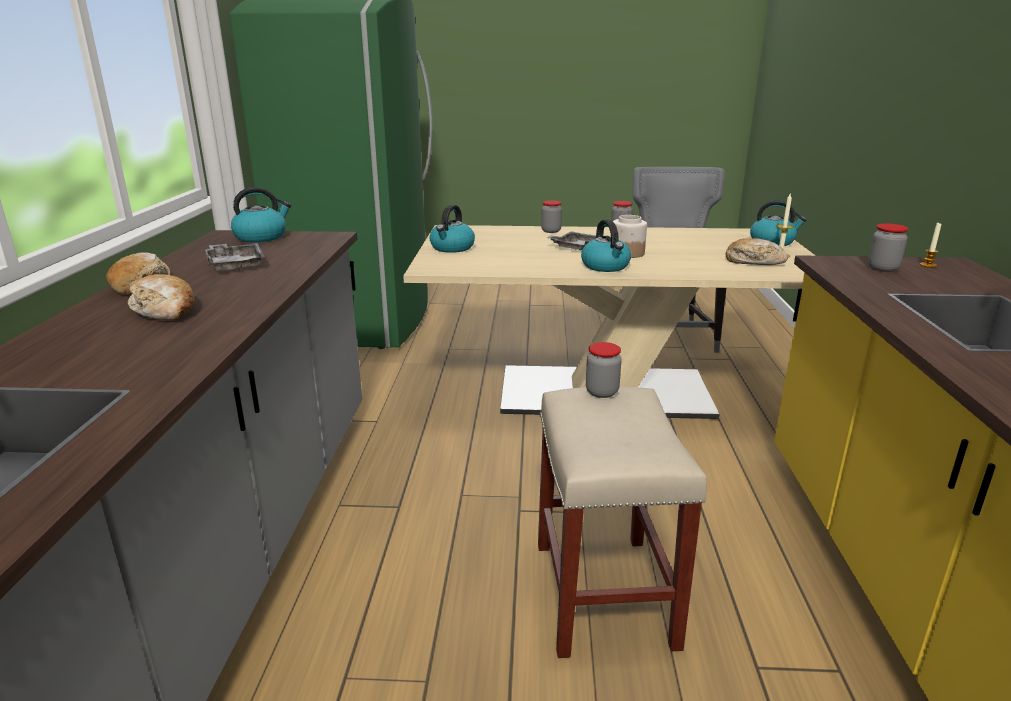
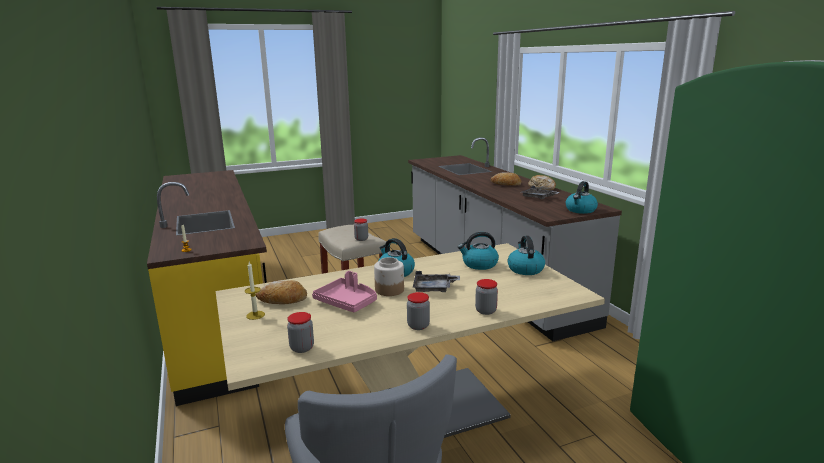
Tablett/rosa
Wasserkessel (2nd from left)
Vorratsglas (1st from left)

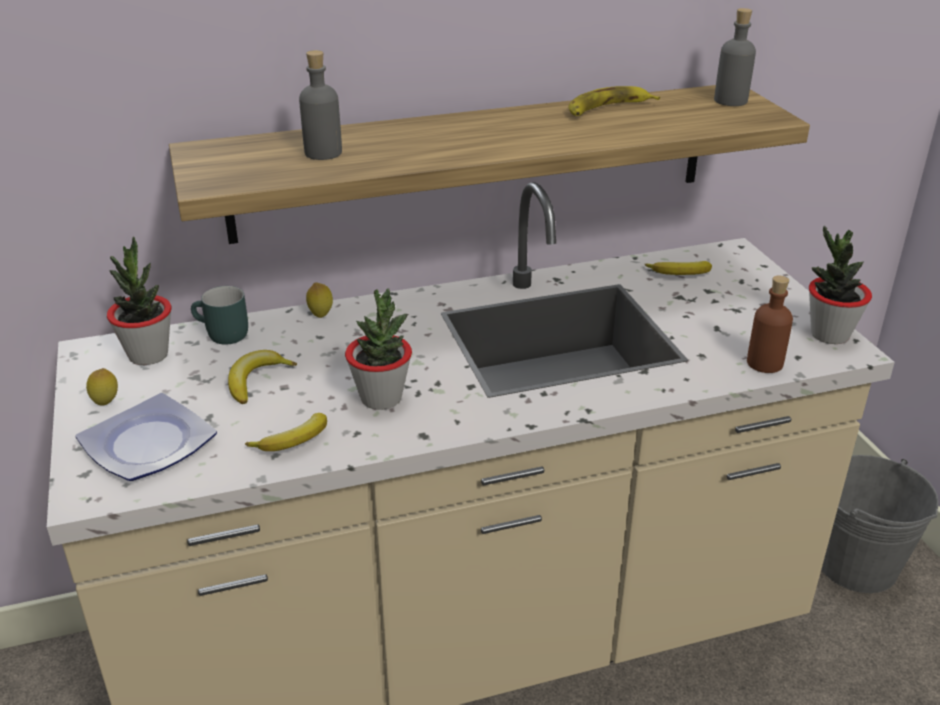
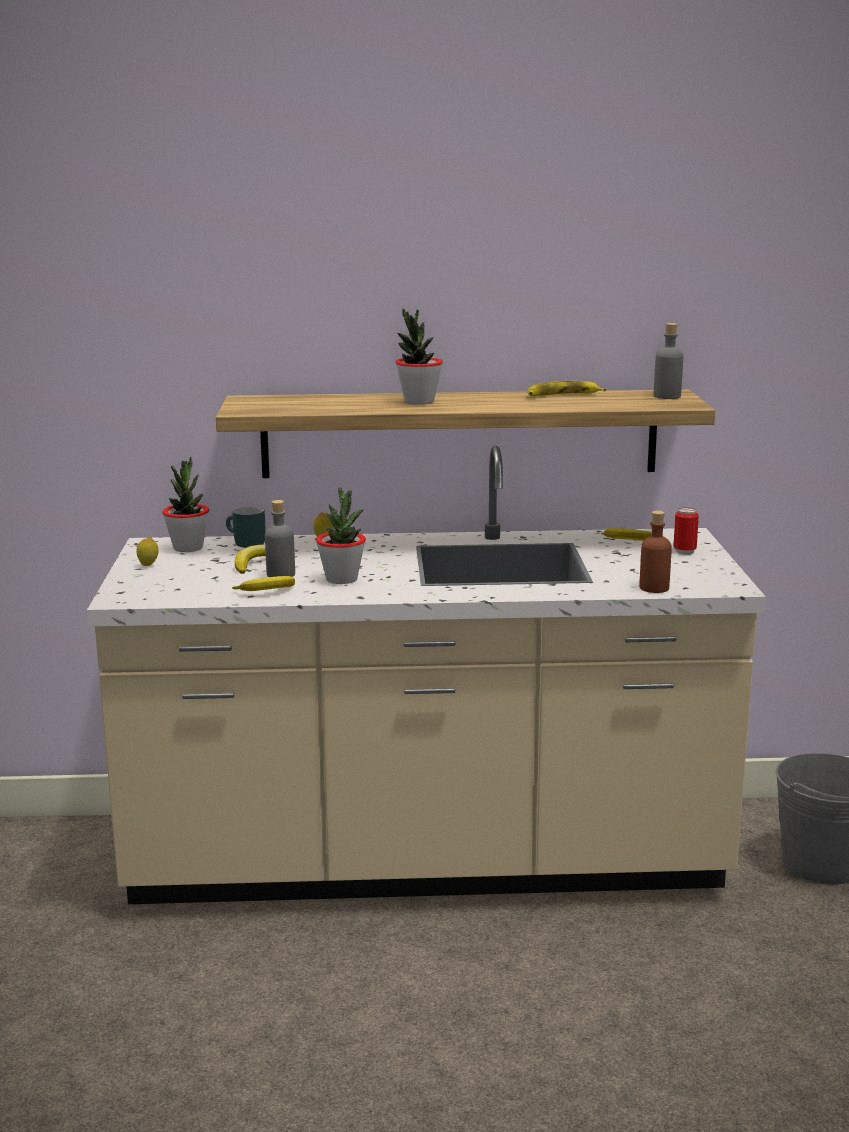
Teller
Dose
Flasche/grau (1st from left)
Topfpflanze (3rd from left)

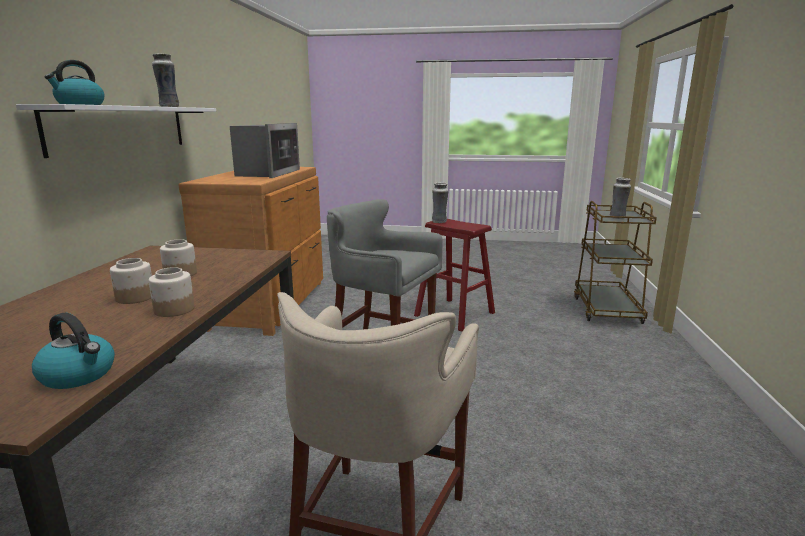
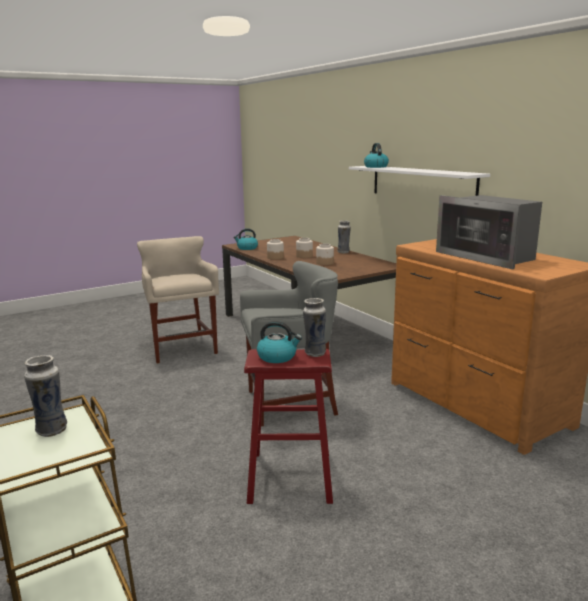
Wasserkessel (2nd from left)
Vase (3rd from left)

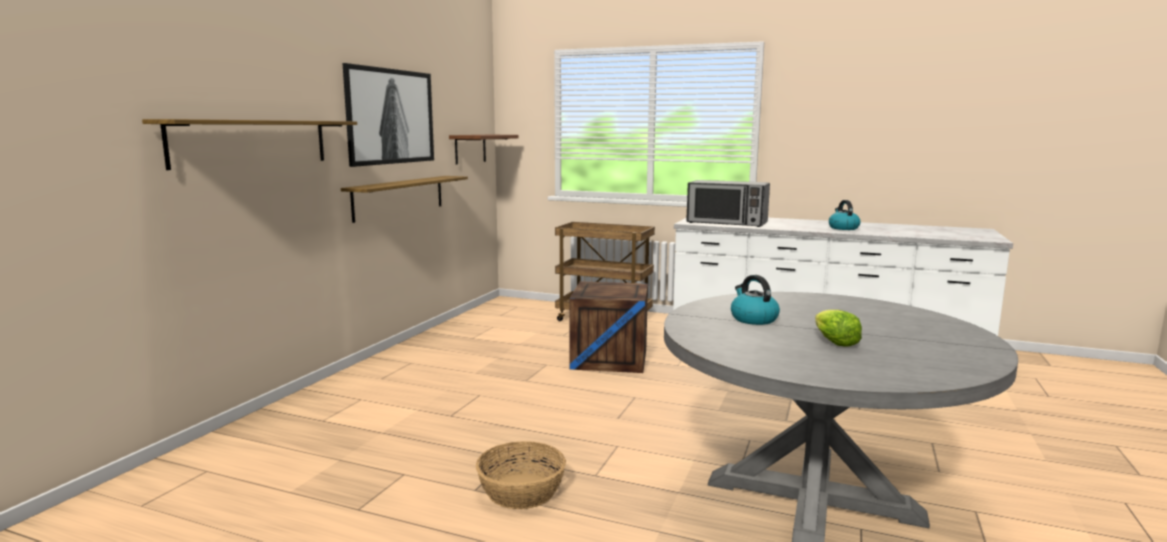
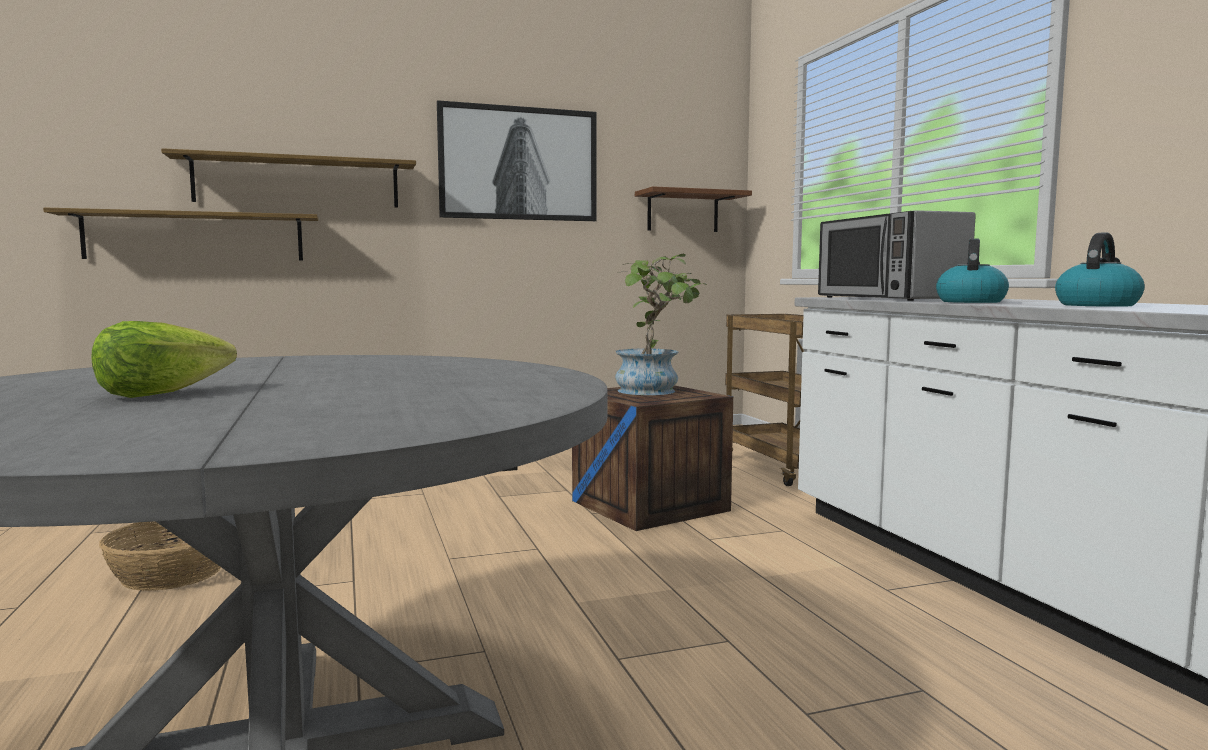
Topfpflanze
Wandregal (1st from left)
Wasserkessel (1st from left)

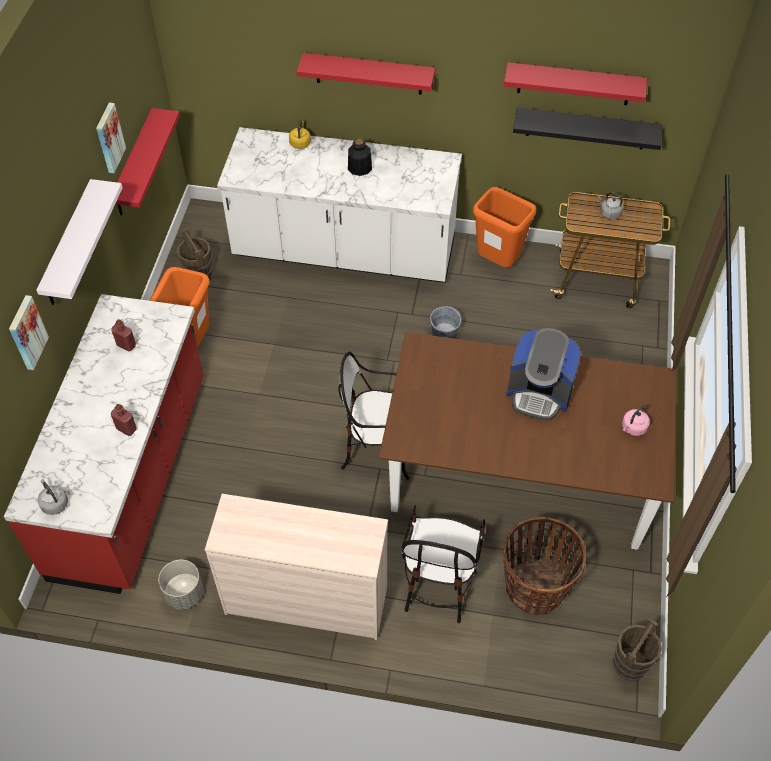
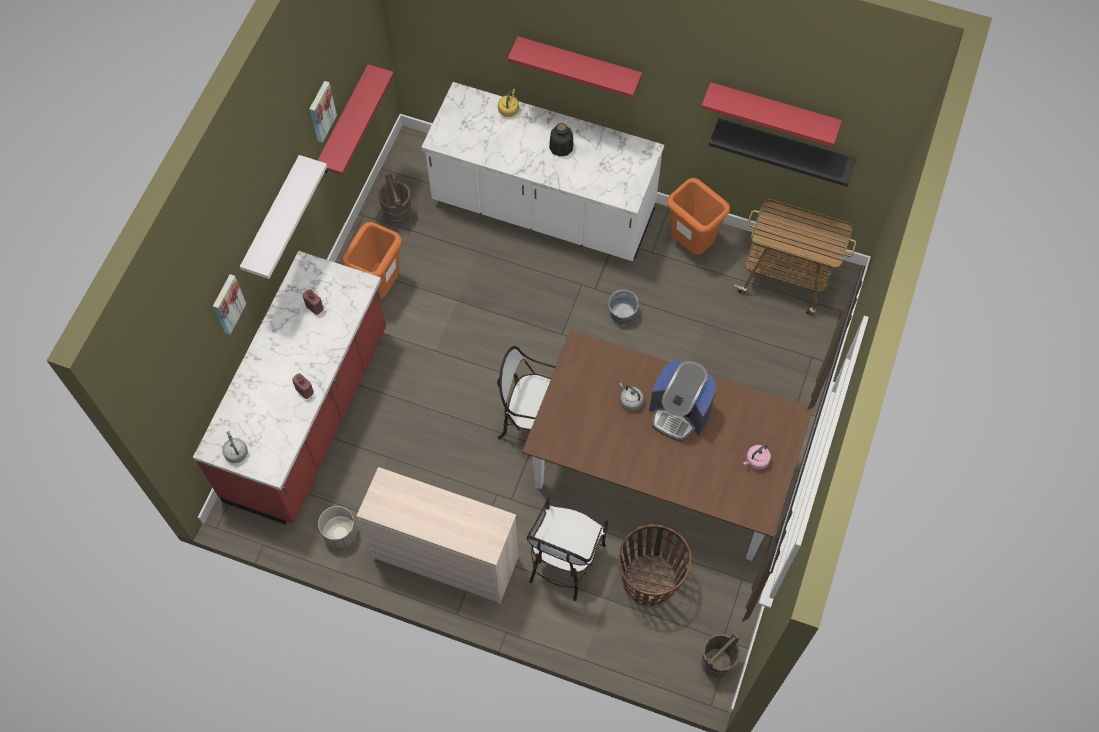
Wasserkessel/grau (2nd from left)

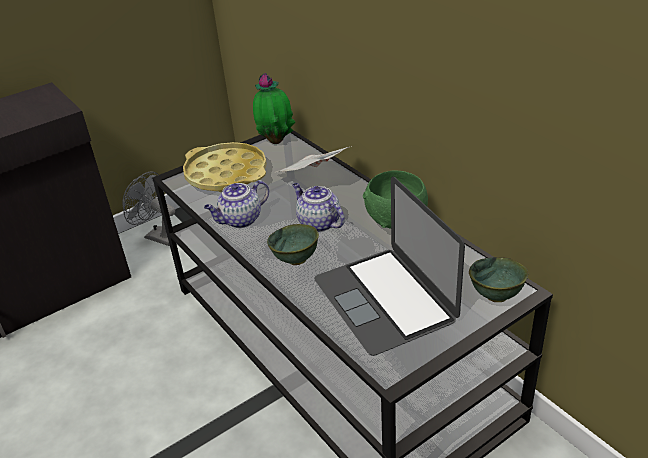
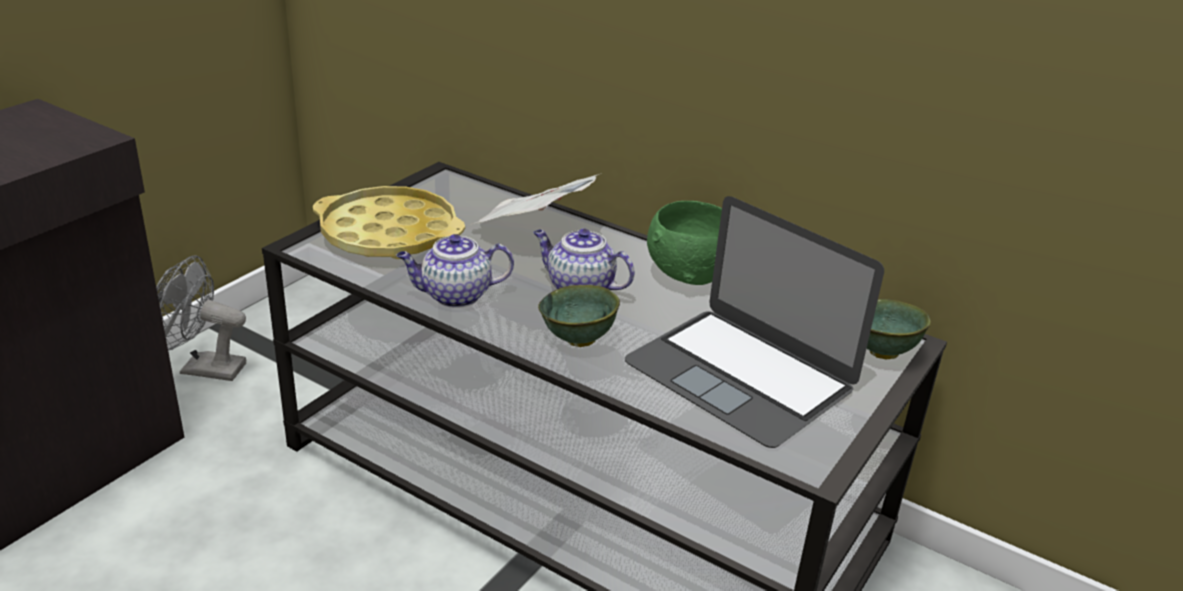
Topfpflanze
Teekanne (1st from left)

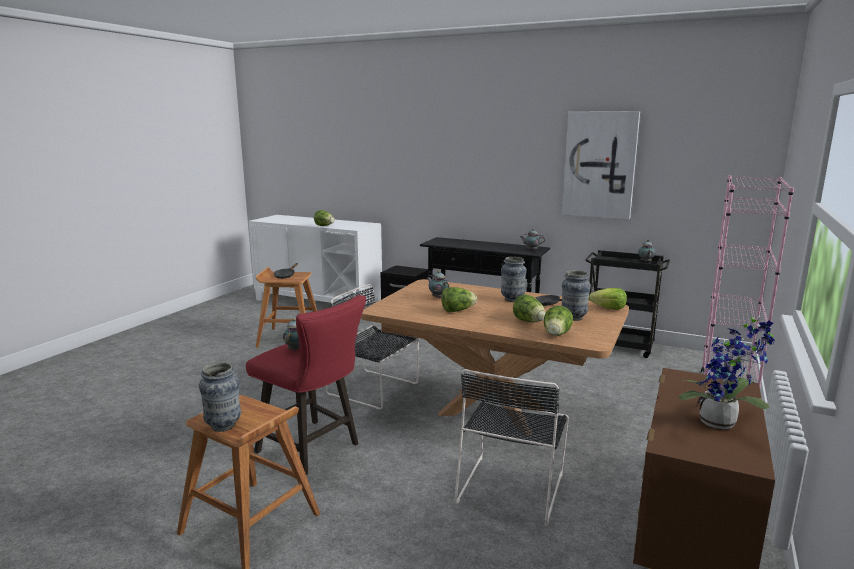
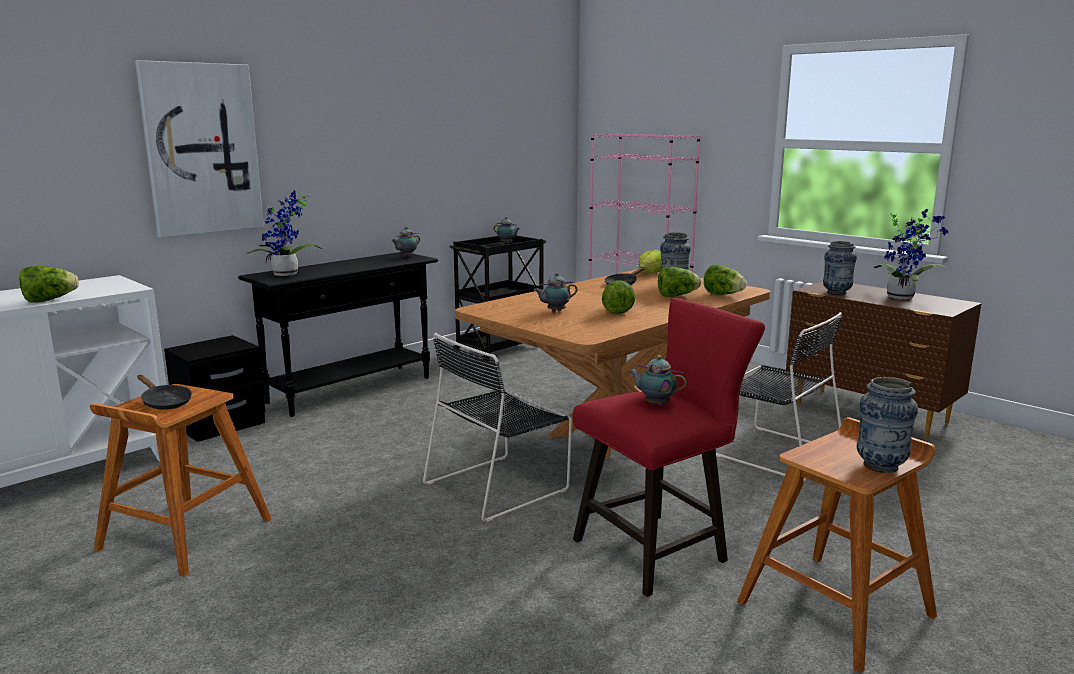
Topfpflanze (1st from left)
Vase (2nd from left)
Bild

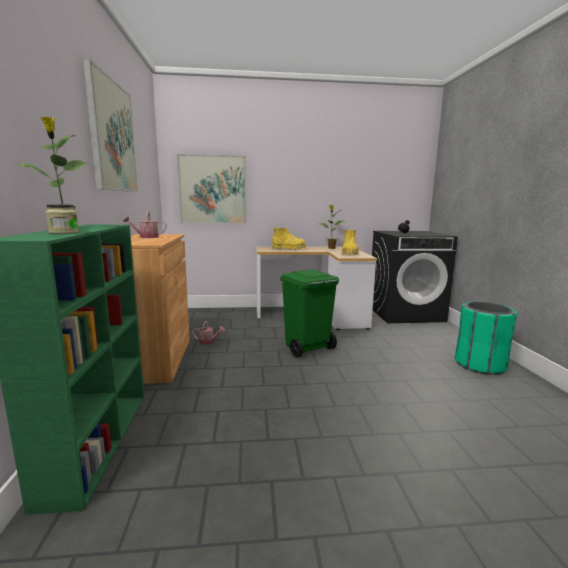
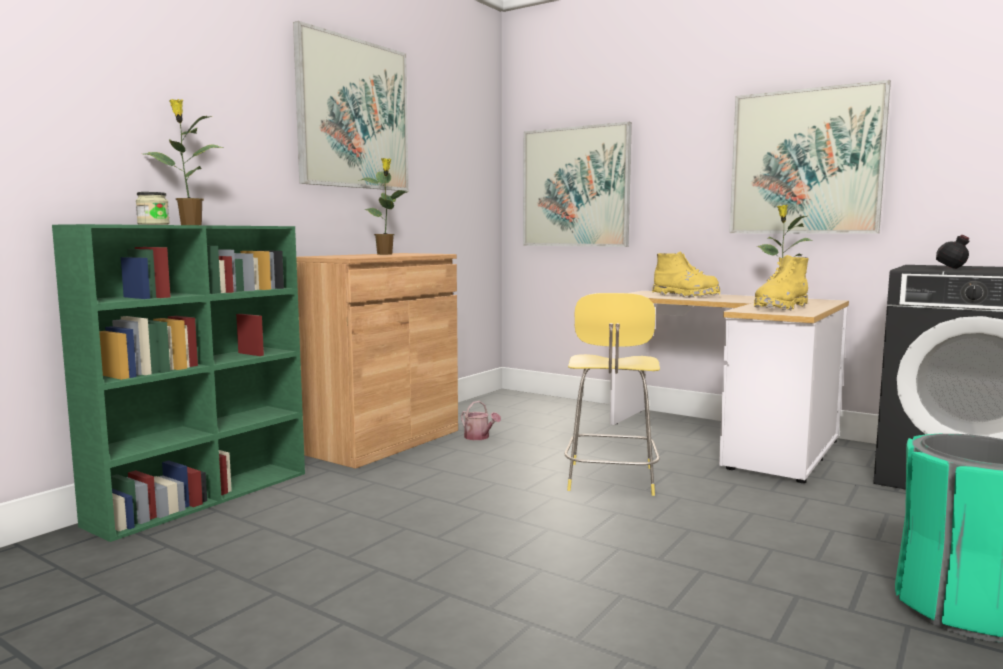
Bild (3rd from left)
Topfpflanze (2nd from left)
Hocker/gelb

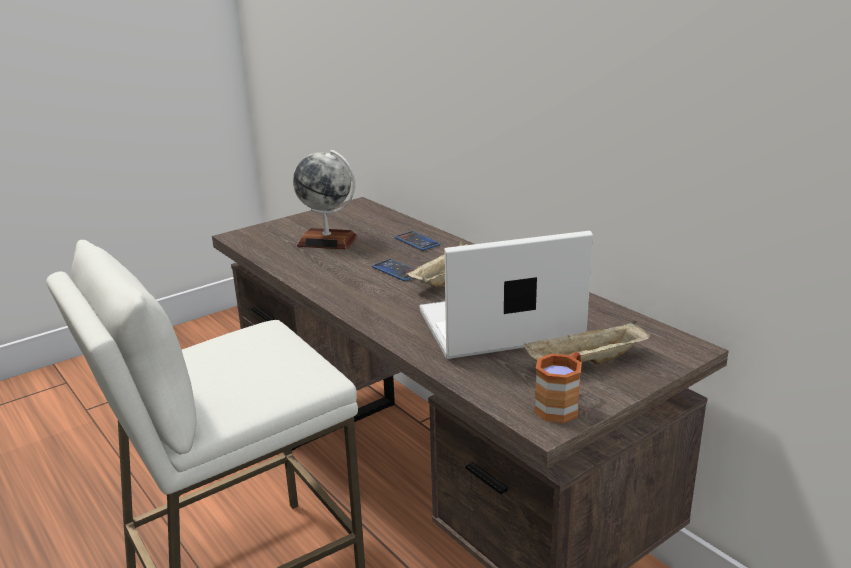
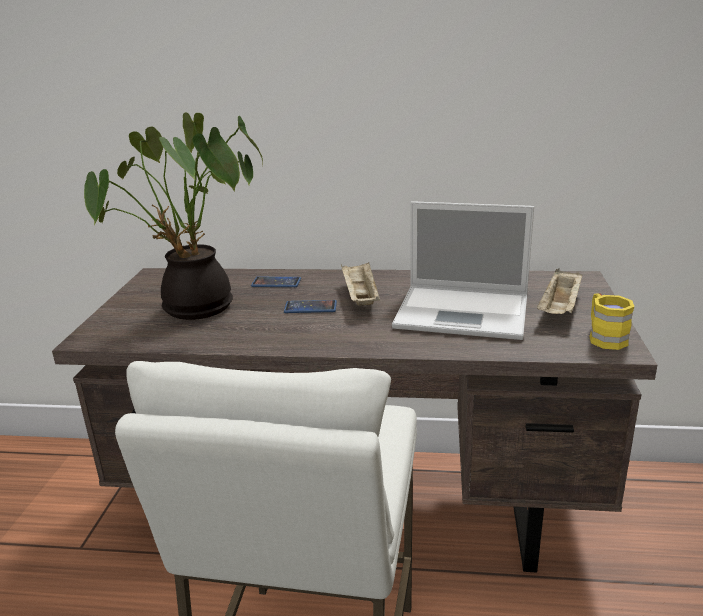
Topfpflanze
Henkelbecher/gelb
Laptop

